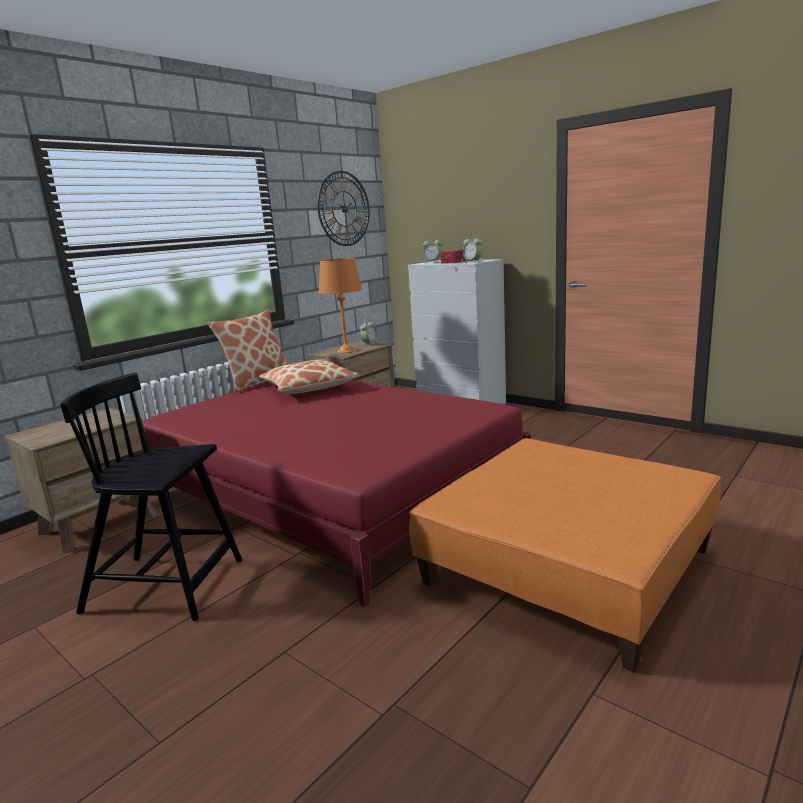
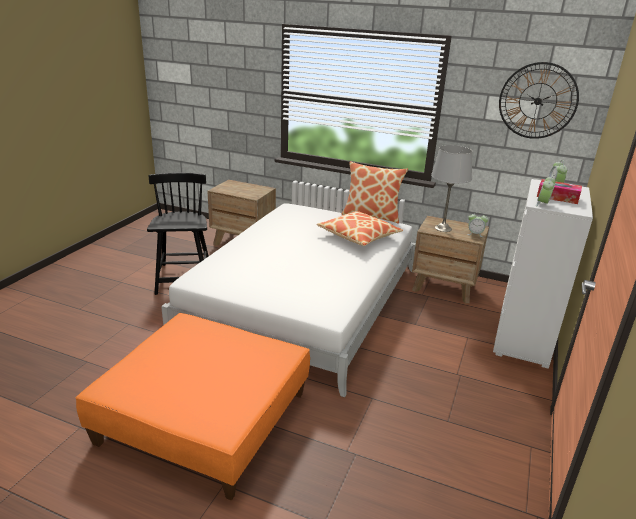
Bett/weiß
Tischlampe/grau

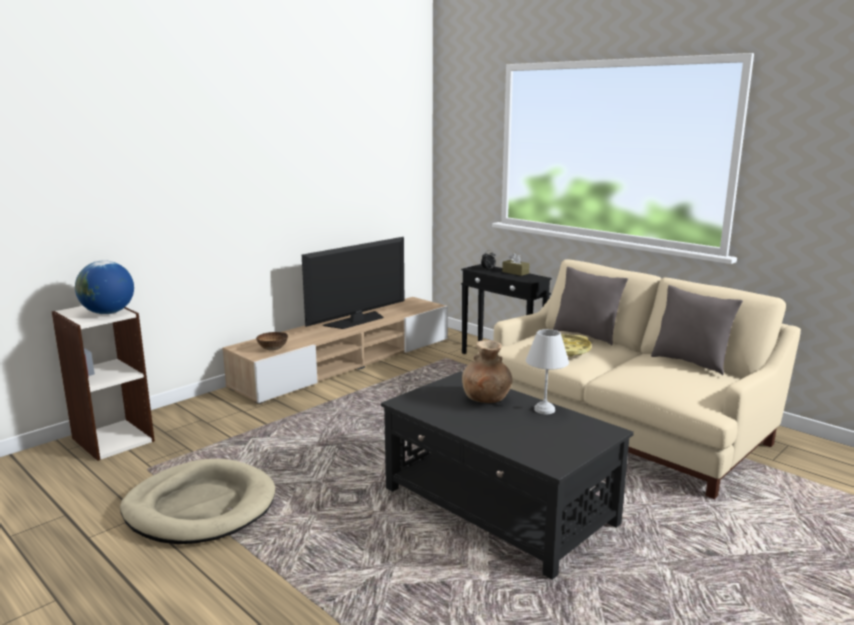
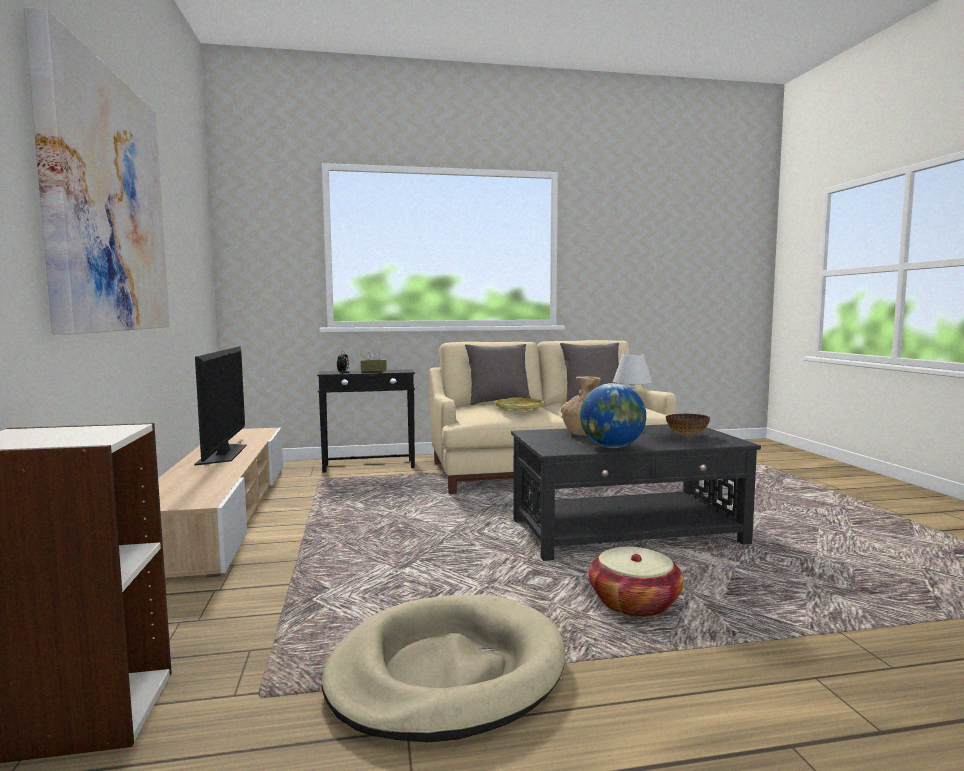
Bild
Korb
Globus
Schüssel

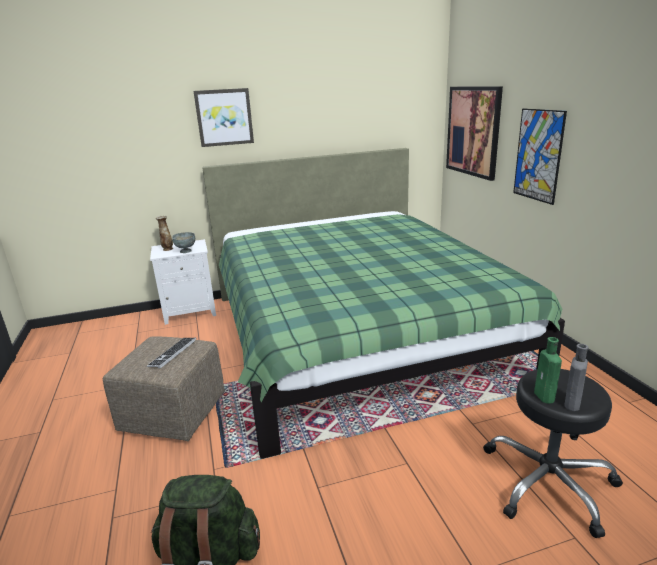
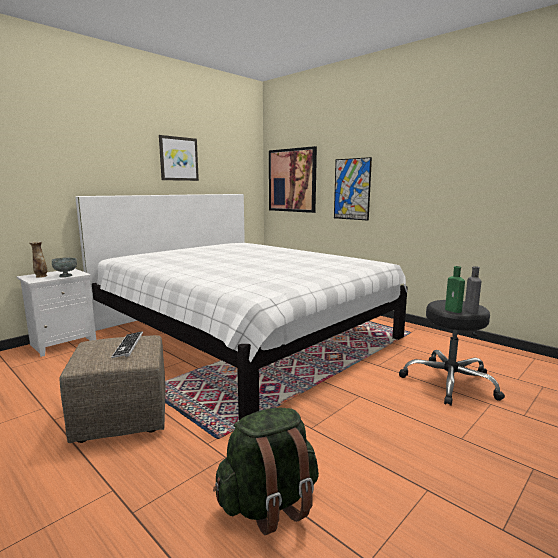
Bild (1st from left)
Bett/weiß

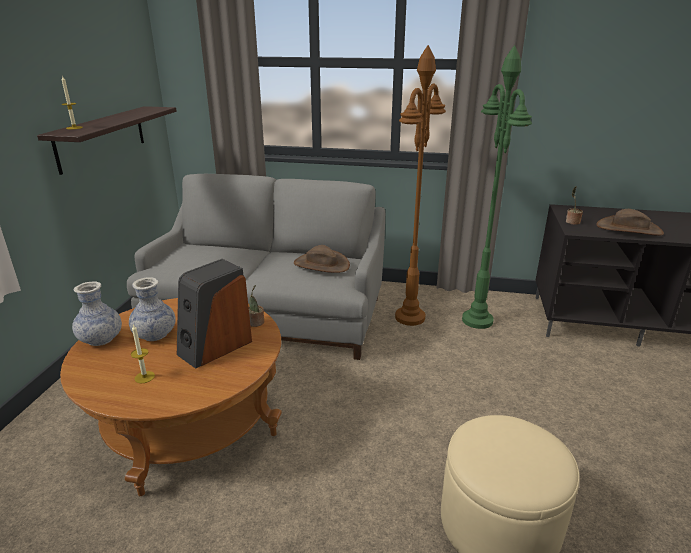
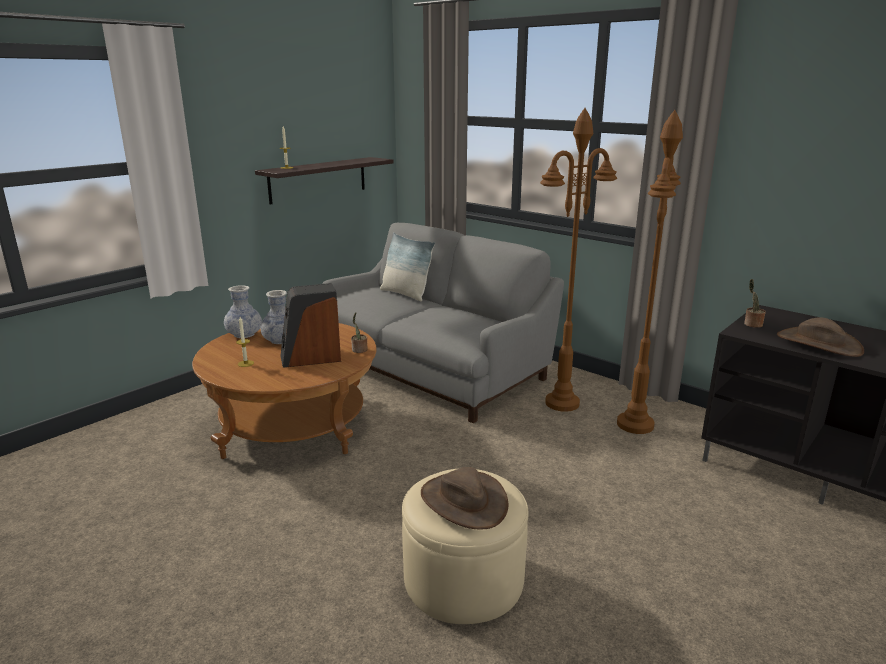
Kissen
Hut/braun (1st from left)
Stehlampe/braun (2nd from left)

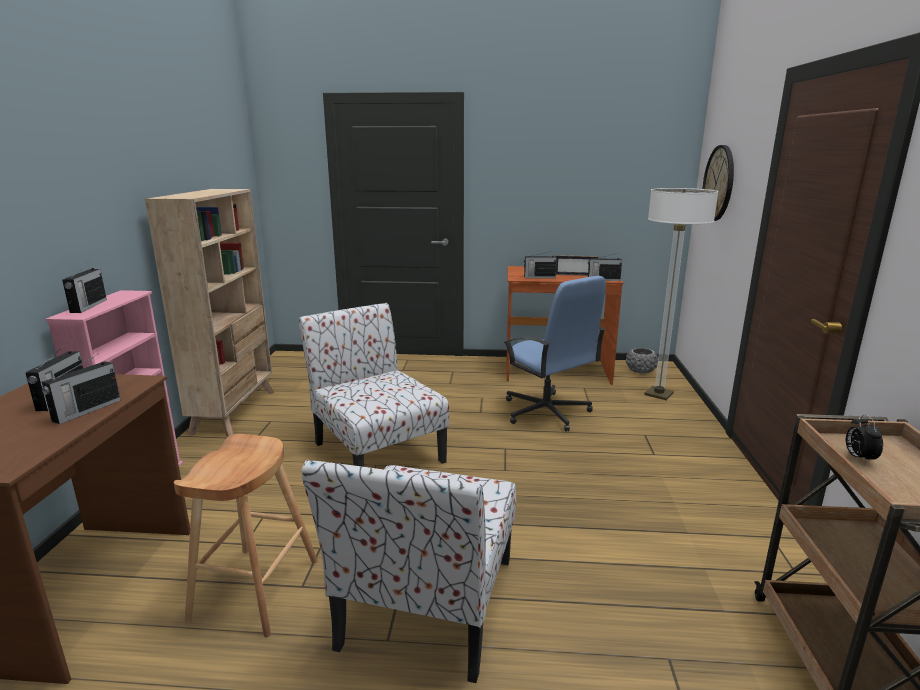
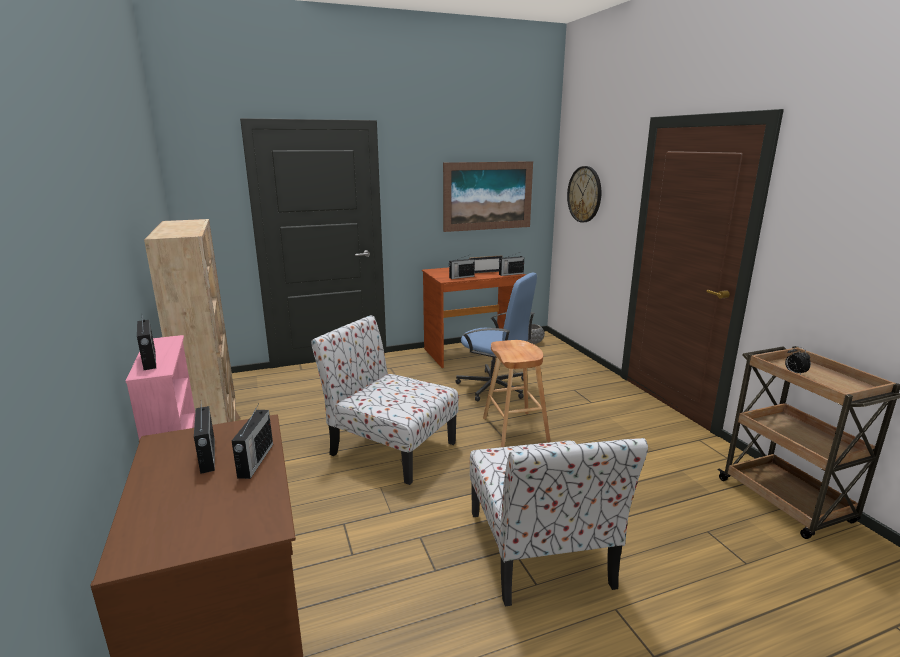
Stehlampe
Bild
Hocker/braun

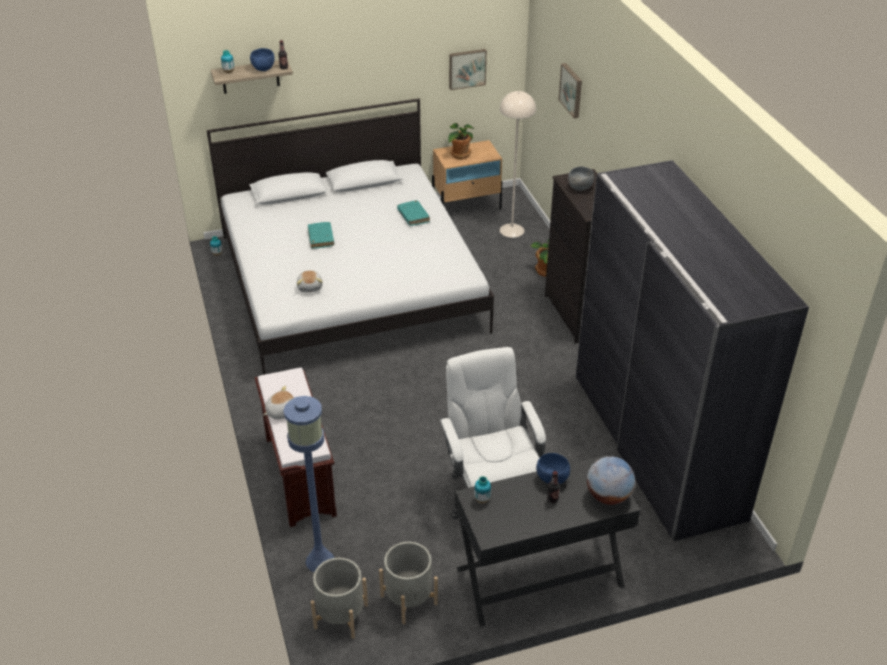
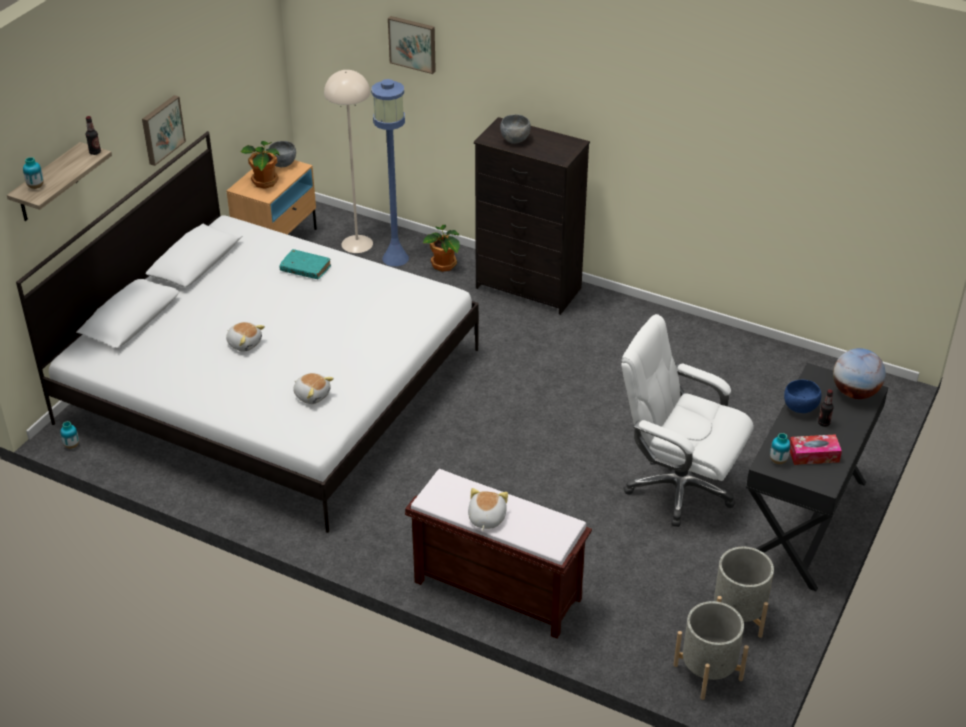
Schüssel/blau (1st from left in the first image)
Kleiderschrank/grau
Schüssel/grau (1st from left)
Taschentuchbox
Stehlampe/blau
Bild (1st from left)
Plüschtier (1st from left)

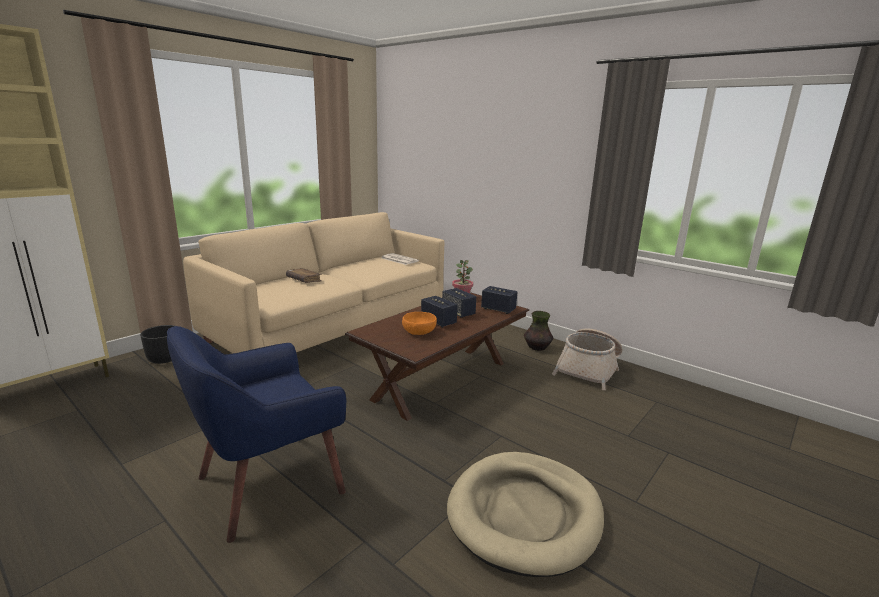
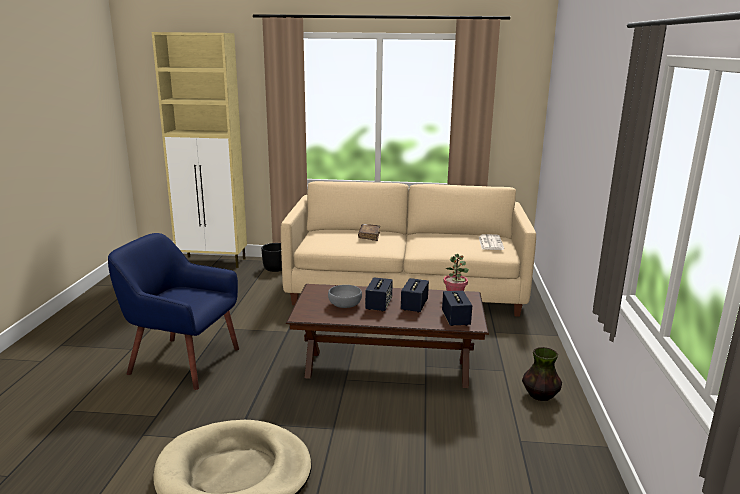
Korb
Schüssel/grau

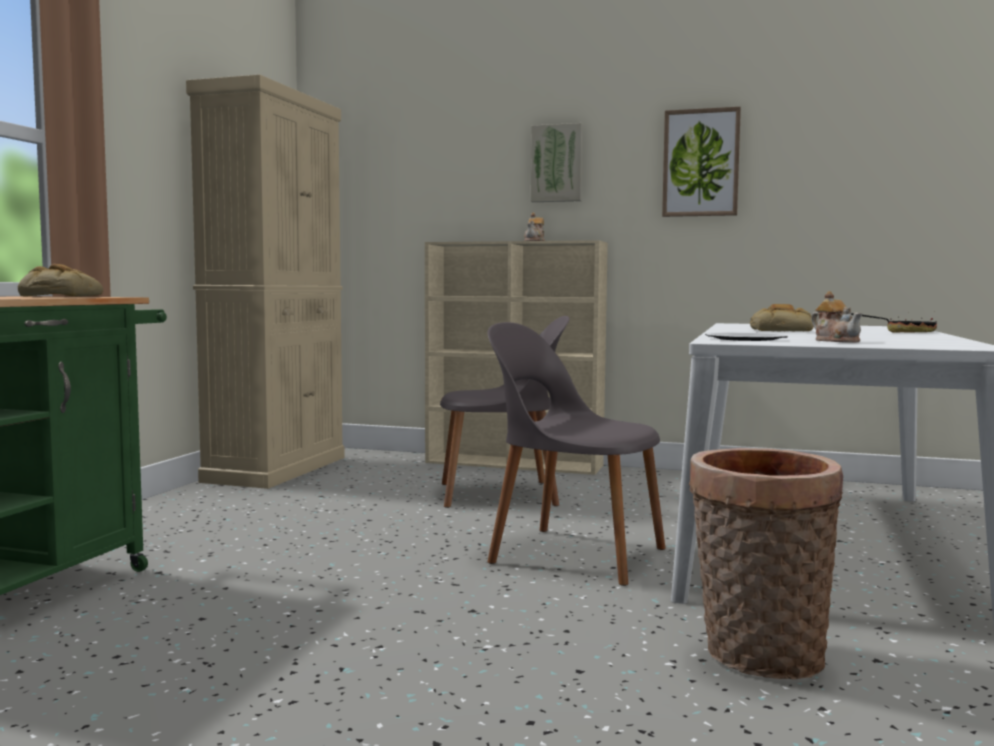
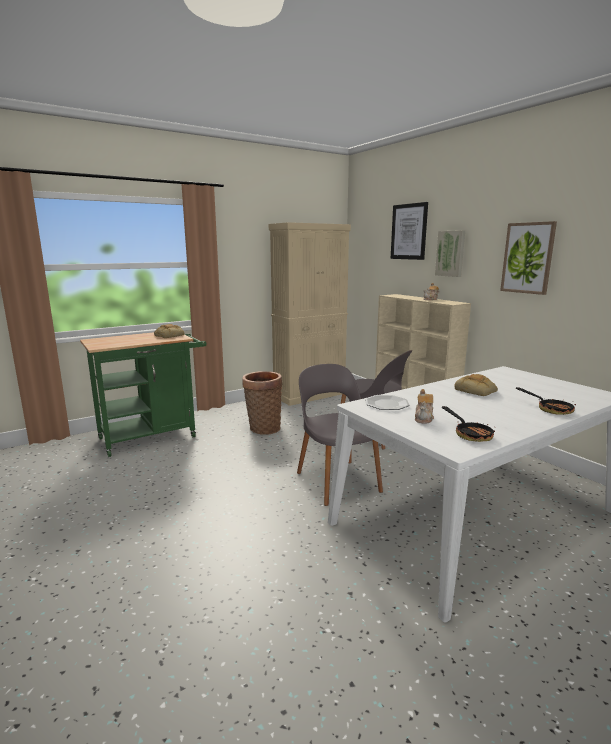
Bild (1st from left)
Pfanne (1st from left)
Korb

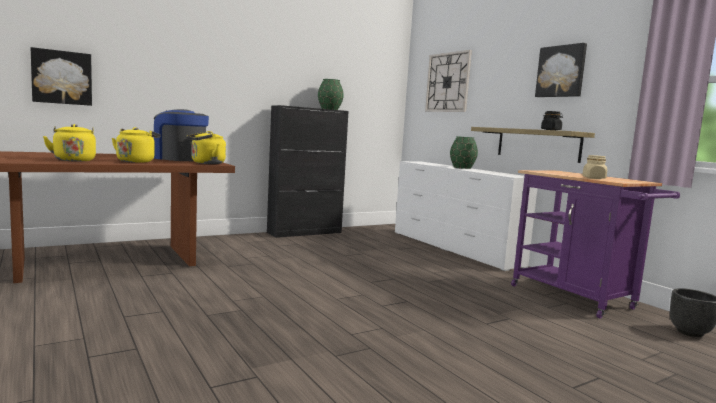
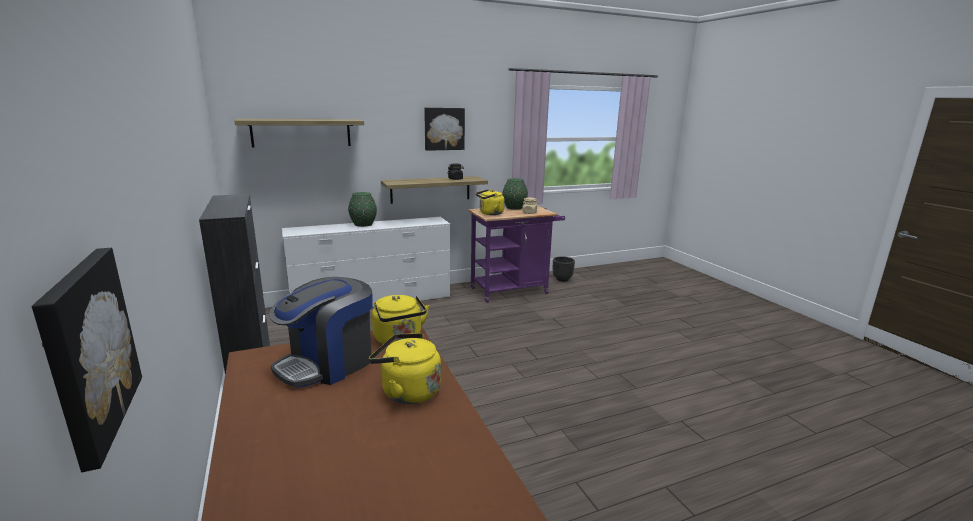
Wasserkessel/gelb (3rd from left)
Vase/grün (2nd from left)
Wandregal (1st from left)

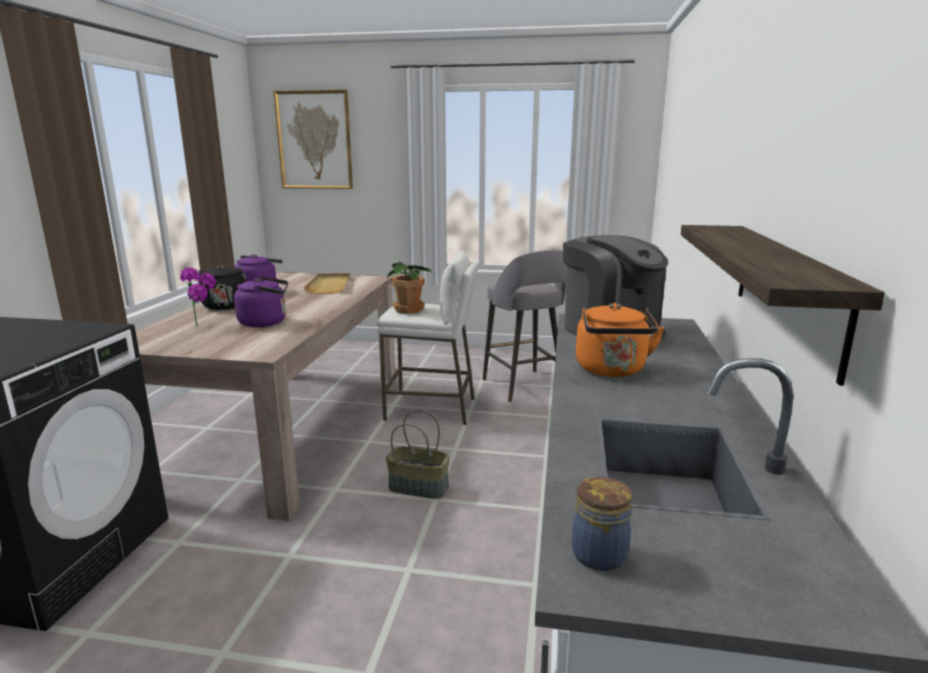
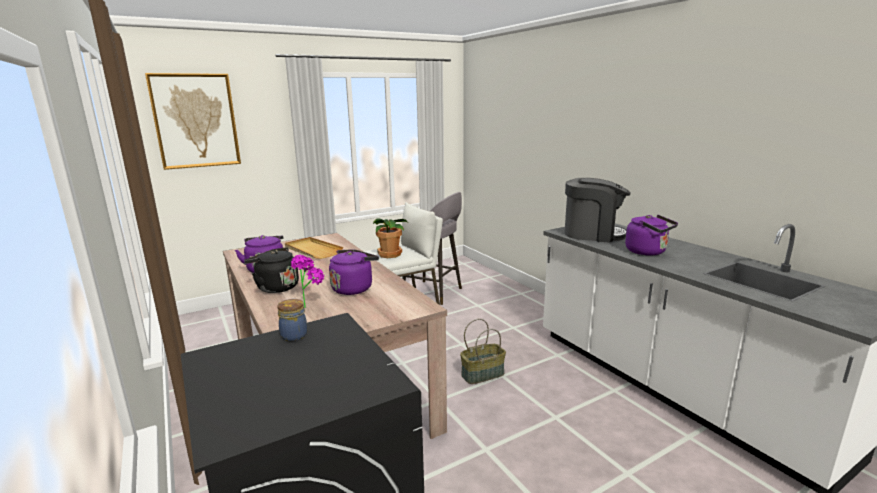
Wandregal
Vorratsglas
Wasserkessel/lila (3rd from left)

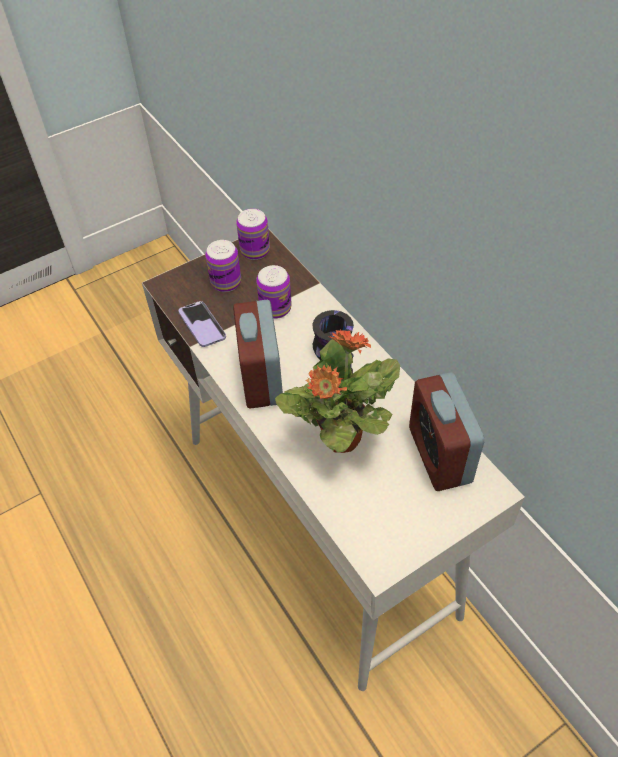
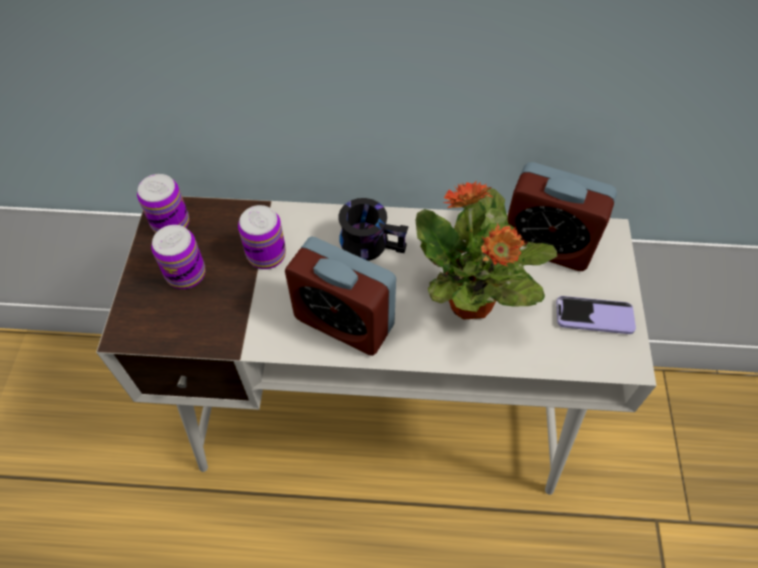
Handy

